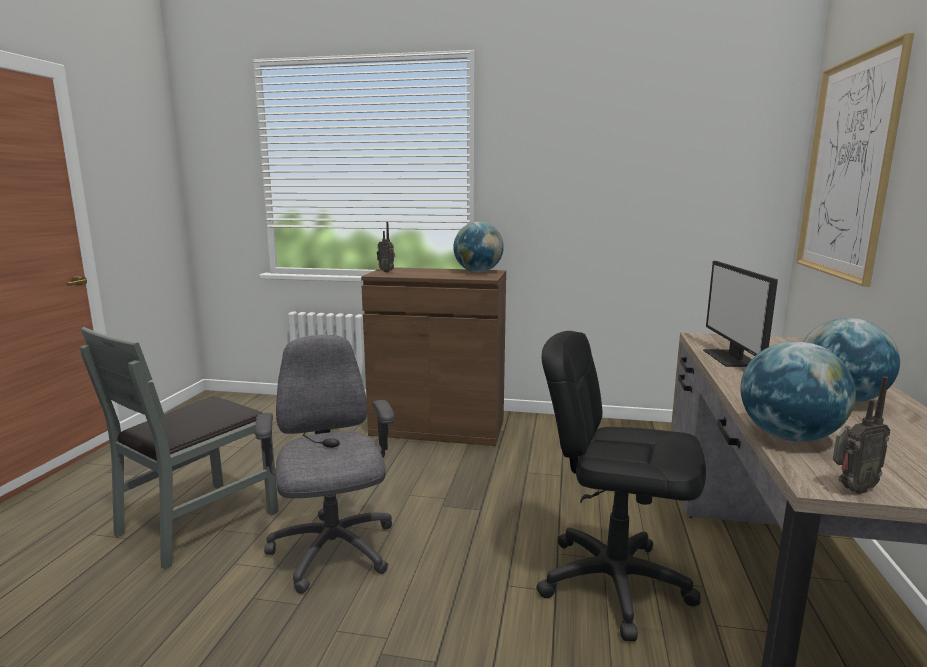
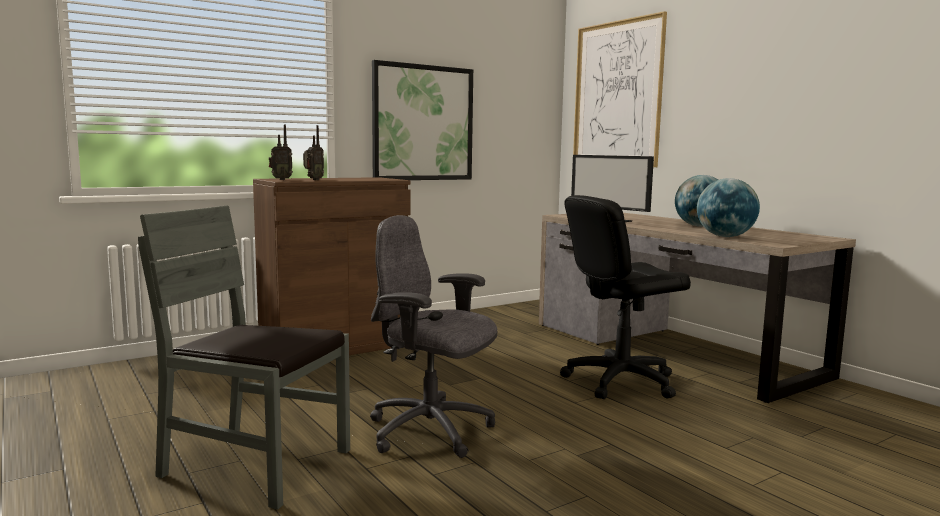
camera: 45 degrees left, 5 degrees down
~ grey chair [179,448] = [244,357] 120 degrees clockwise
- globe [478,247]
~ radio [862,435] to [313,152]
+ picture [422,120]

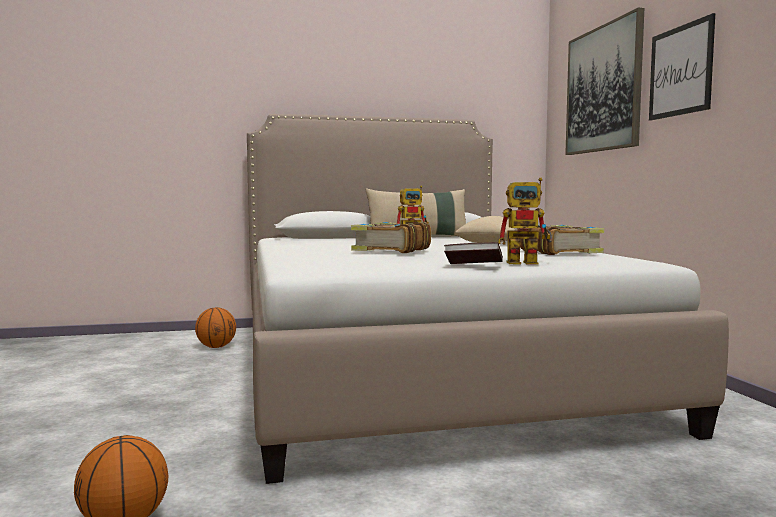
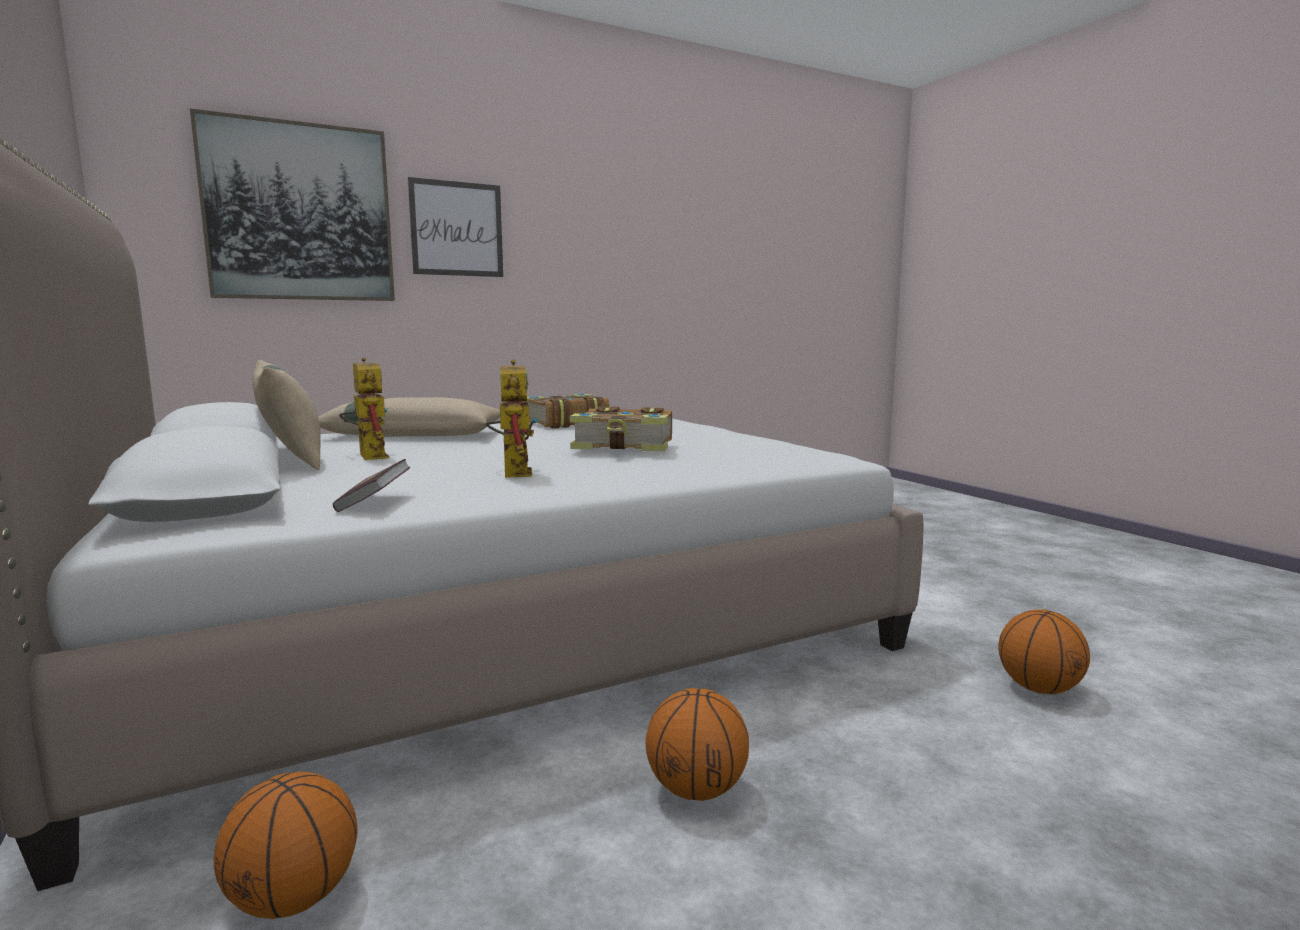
camera: 105 degrees left, 5 degrees up
~ book [473,253] to [371,485]
~ toy robot [525,221] to [512,419]
+ basketball [697,744]

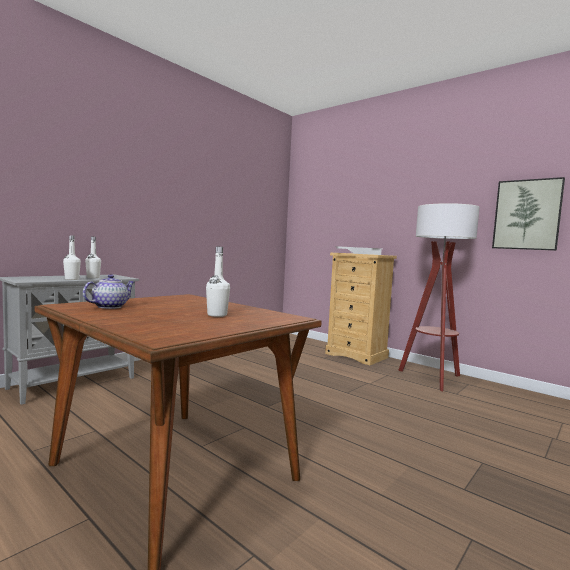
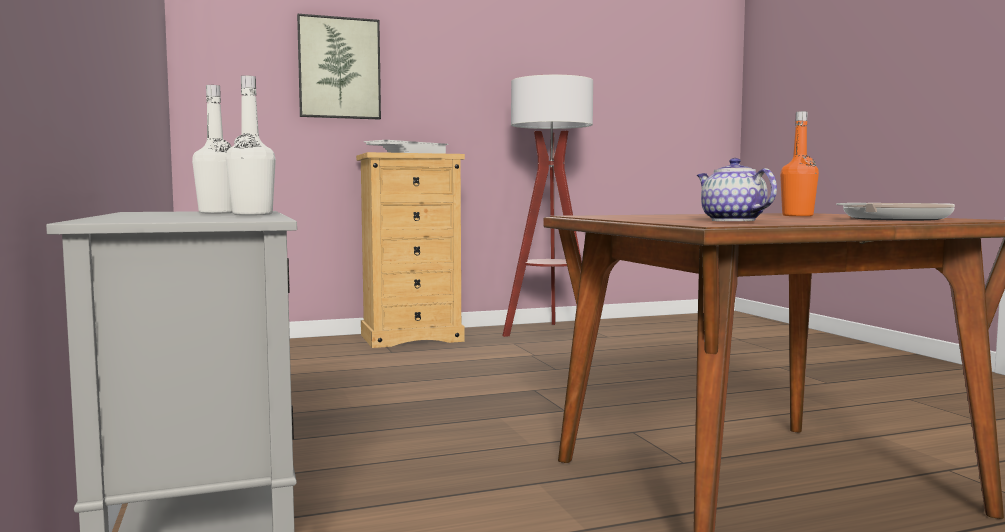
camera: 60 degrees left, 0 degrees up
~ white bottle [218,281] to orange bottle [799,163]
~ picture [528,214] to [339,67]
+ frying pan [895,212]

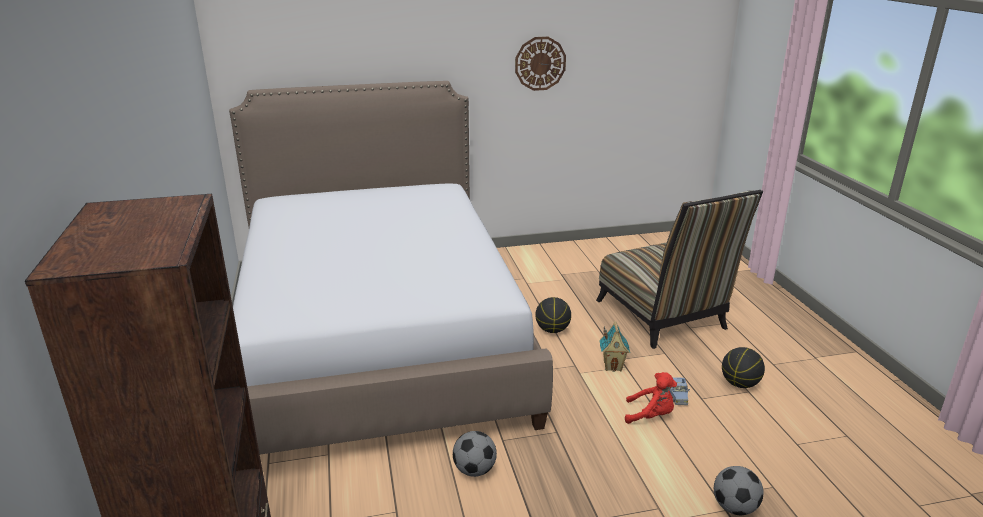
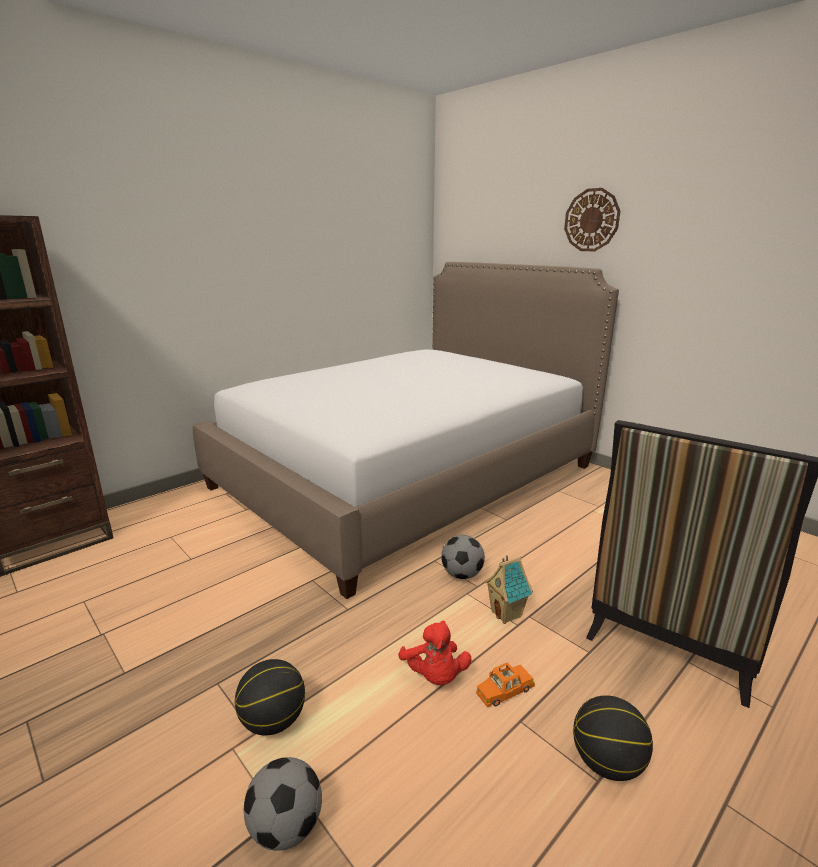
camera: 60 degrees right, 5 degrees down
~ football [475,454] to [463,557]
~ wall clock [540,64] to [592,219]
~ basketball [553,315] to [270,697]
~ blue toy car [679,391] to orange toy car [505,684]

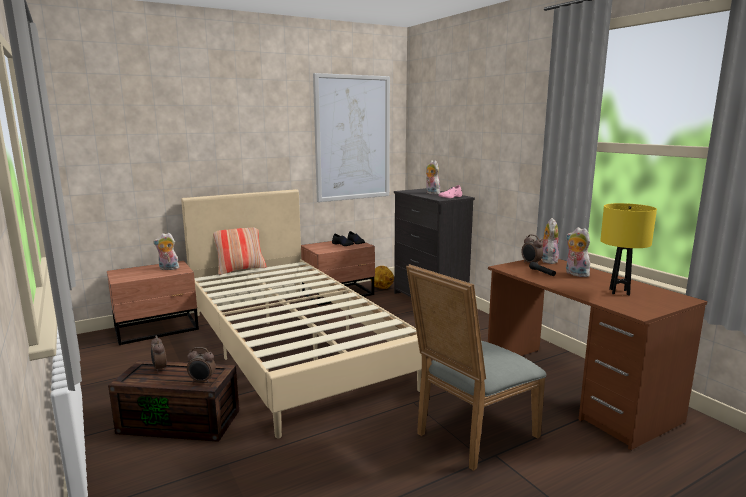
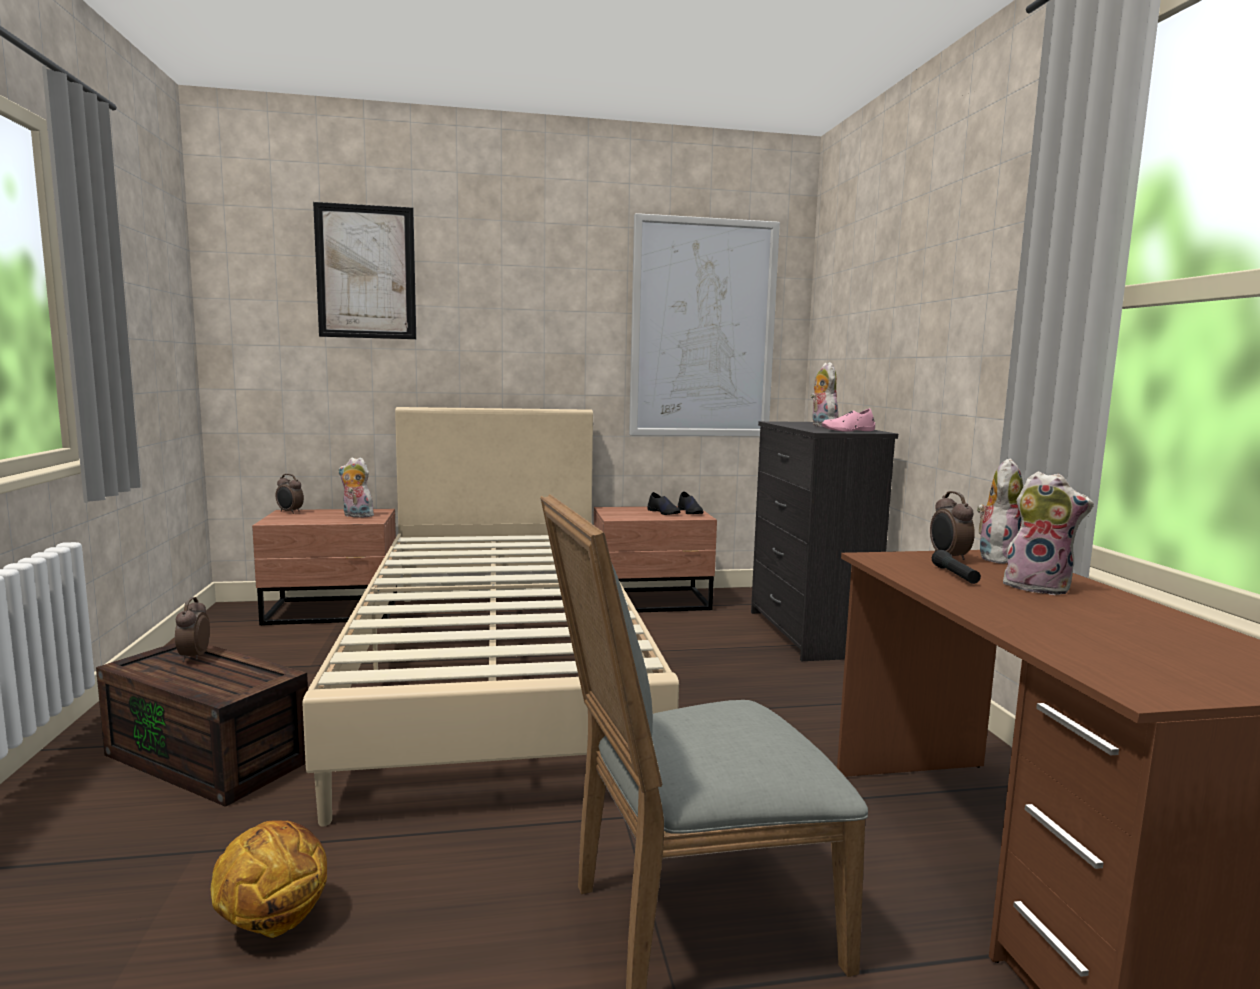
camera: 20 degrees right, 5 degrees down
~ alarm clock [201,365] to [290,494]
- pillow [239,251]
~ basketball [382,277] to [269,879]
~ plush toy [578,252] = [1047,533] 135 degrees clockwise
- yellow table lamp [628,249]
+ picture [364,270]

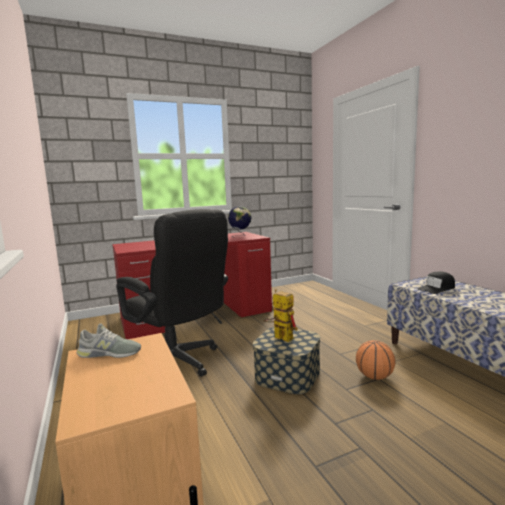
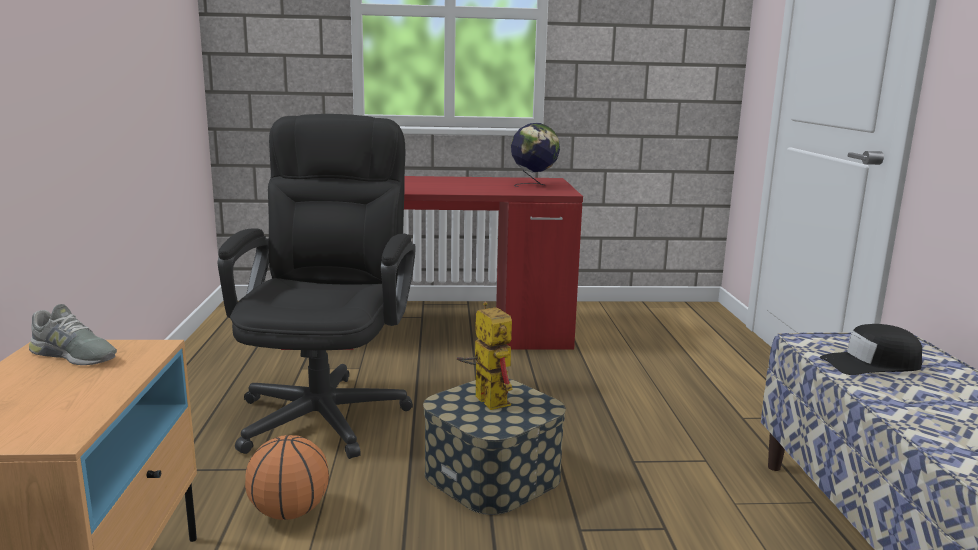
camera: 20 degrees right, 5 degrees up
~ black office chair [172,293] = [317,286] 150 degrees counterclockwise
~ basketball [376,360] to [287,477]

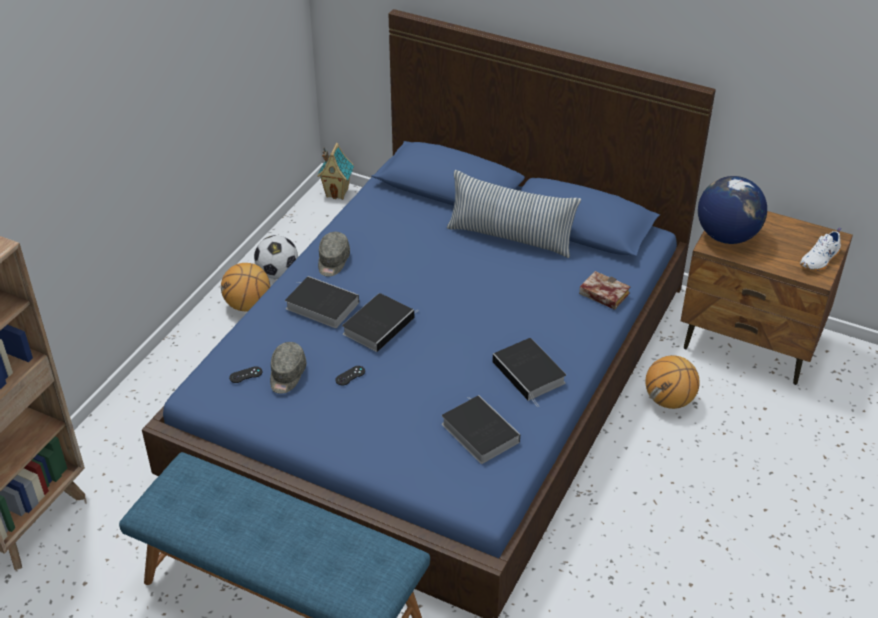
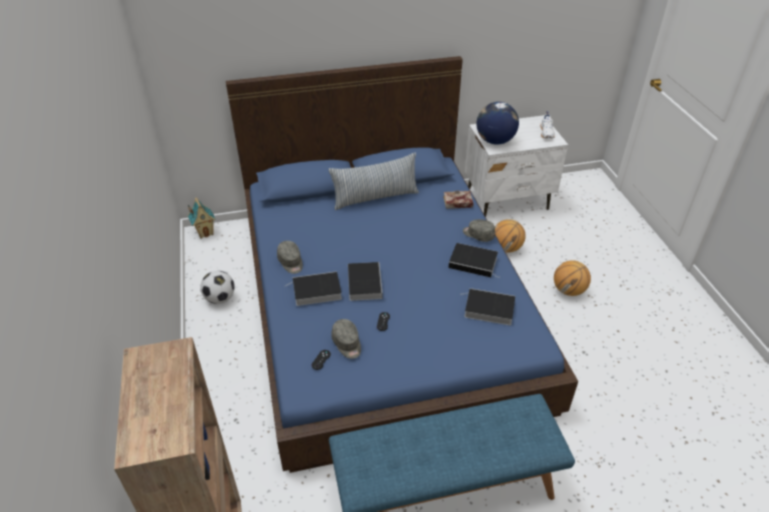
camera: 40 degrees left, 0 degrees up
~ basketball [245,287] to [572,278]
~ brown nightstand [767,298] to white nightstand [516,166]
+ grey cap [479,230]

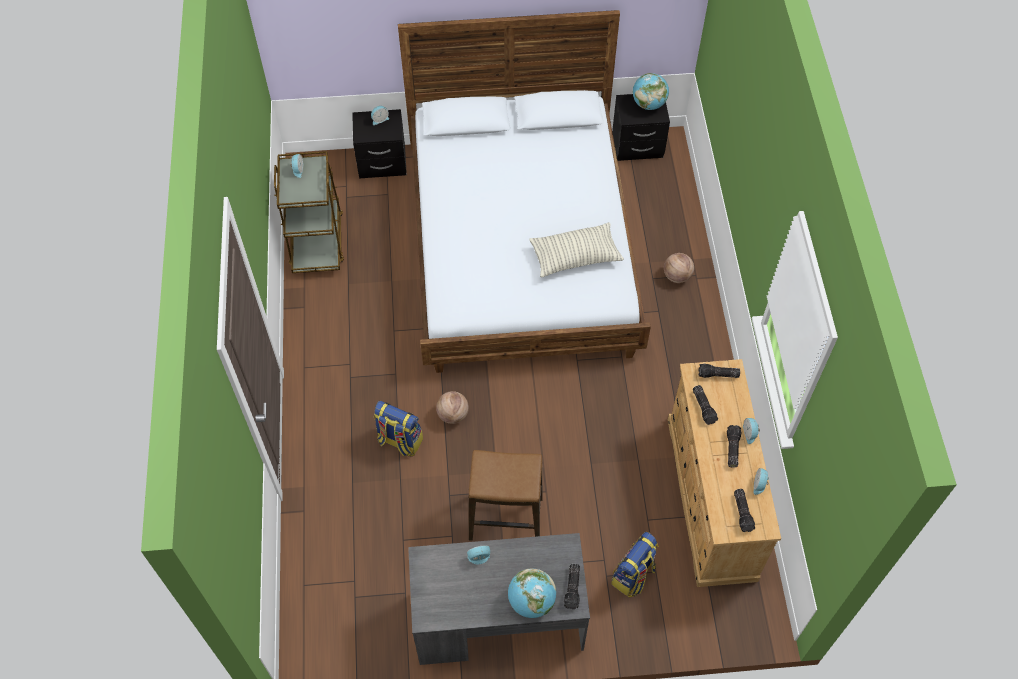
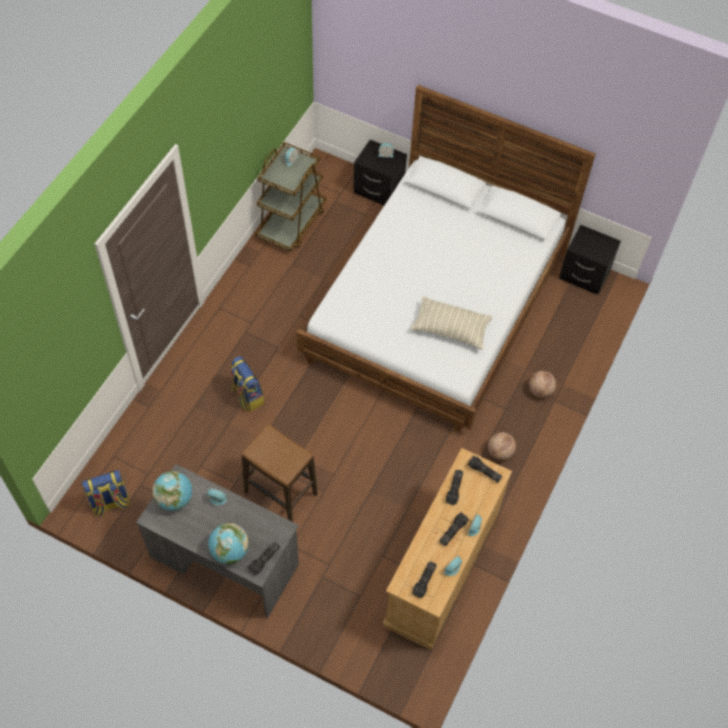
camera: 30 degrees right, 0 degrees up
~ basketball [452,407] to [502,446]
~ backpack [635,565] to [106,493]
~ globe [651,91] to [172,491]

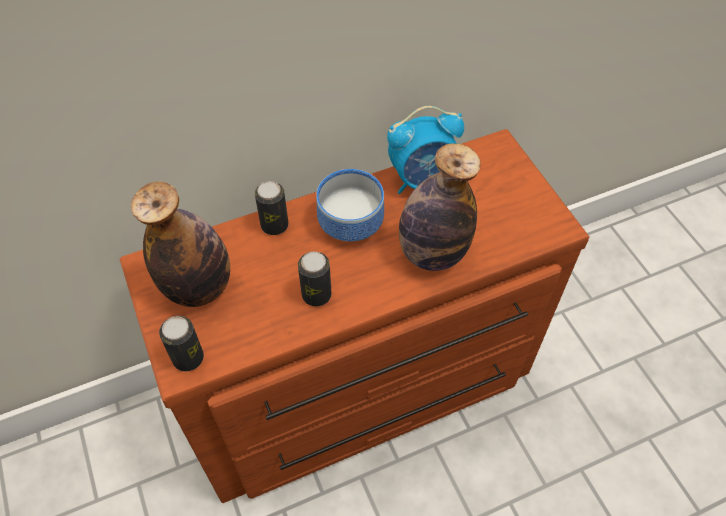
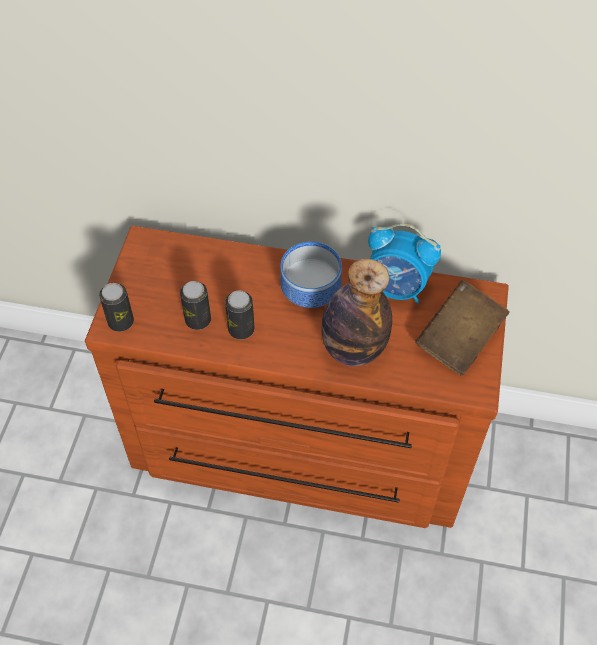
camera: 35 degrees right, 0 degrees up
- bottle [180,244]
~ can [272,208] to [195,305]
+ brown book [462,327]

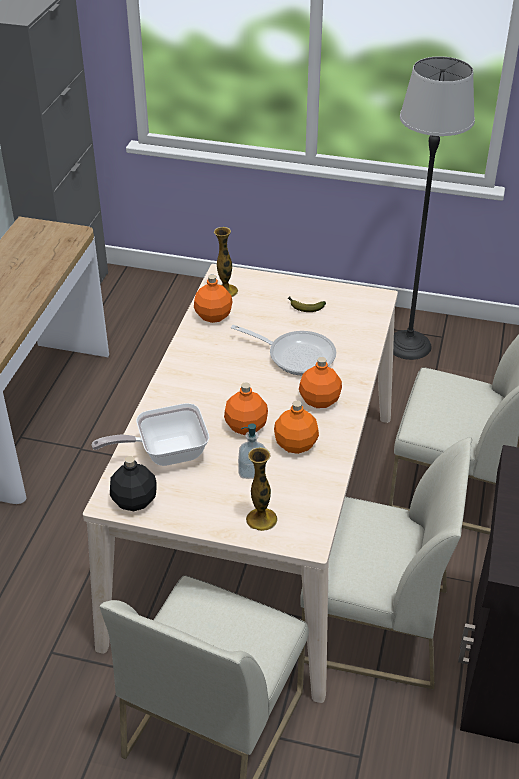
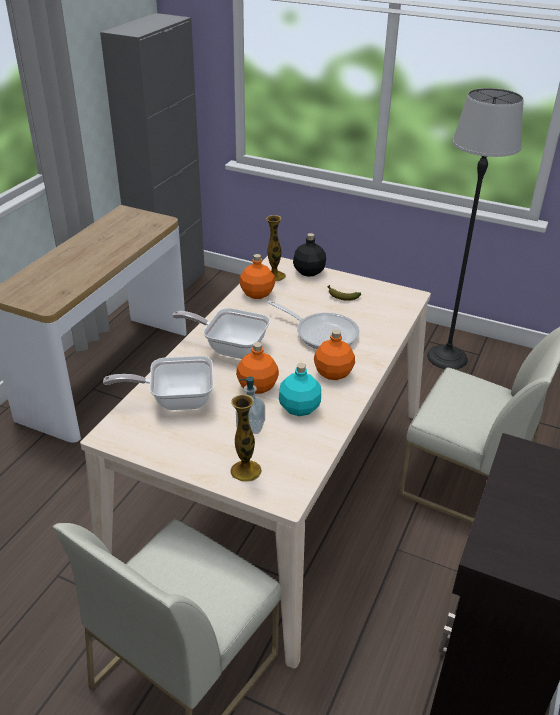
camera: 10 degrees right, 5 degrees down
~ black bottle [133,483] to [309,255]
~ orange bottle [296,427] to turquoise bottle [300,389]
- white chair [386,563]
+ frying pan [221,333]

